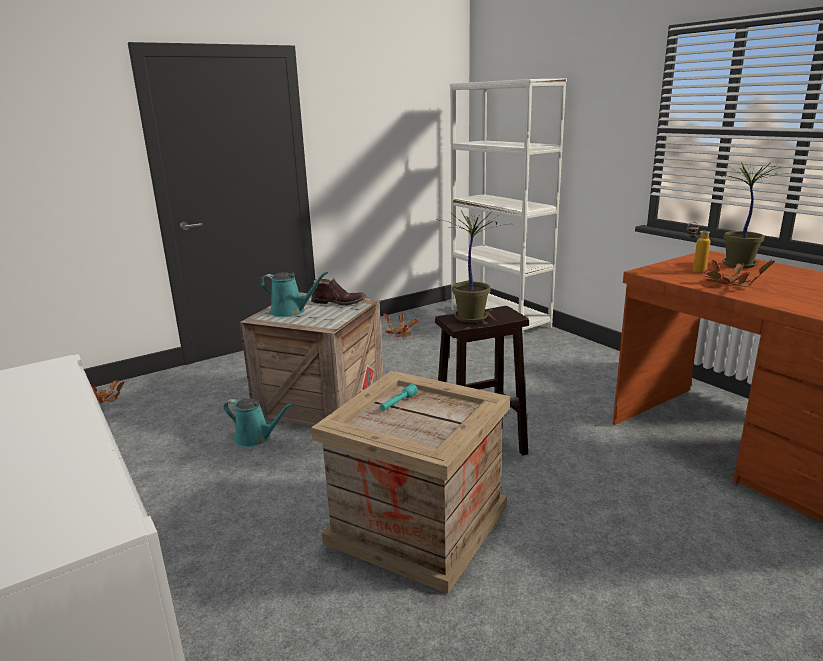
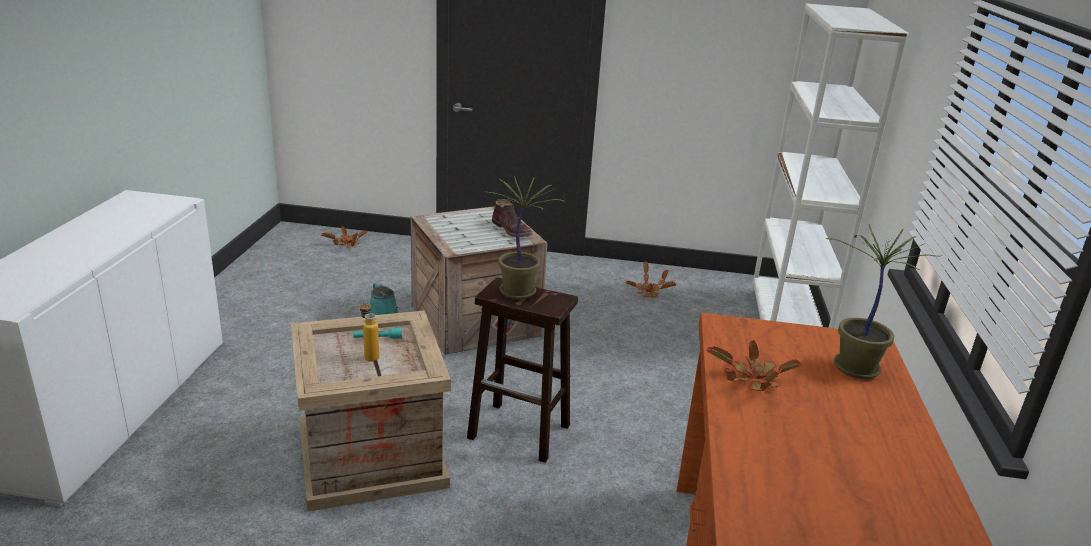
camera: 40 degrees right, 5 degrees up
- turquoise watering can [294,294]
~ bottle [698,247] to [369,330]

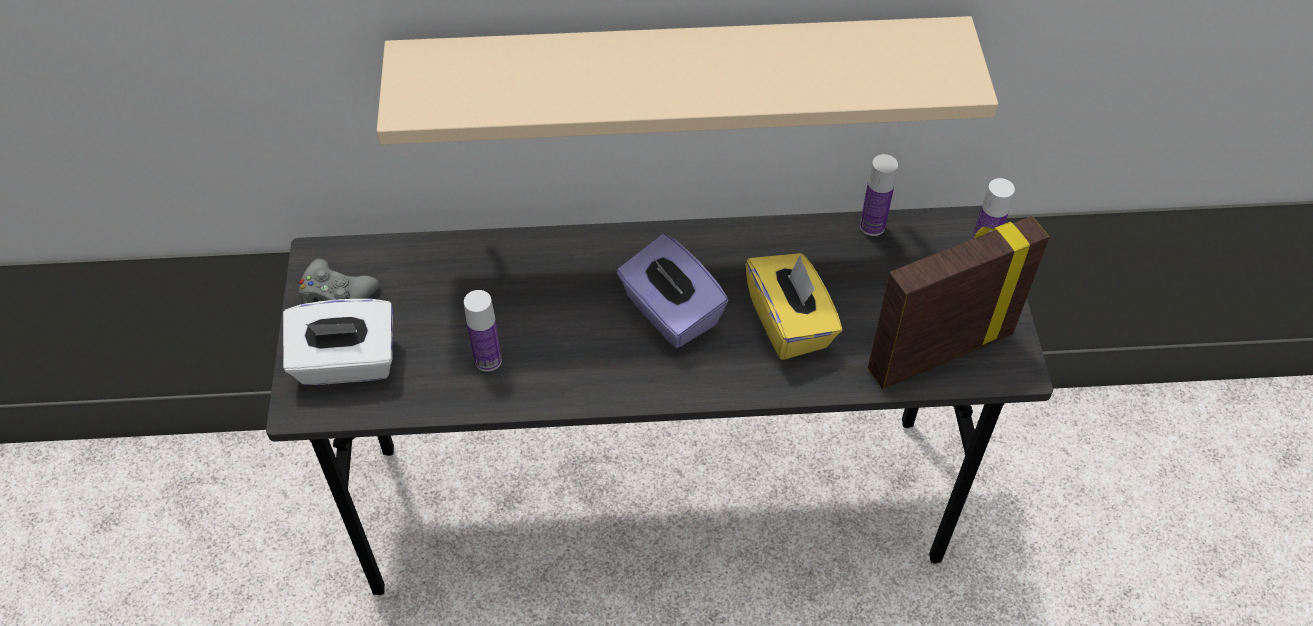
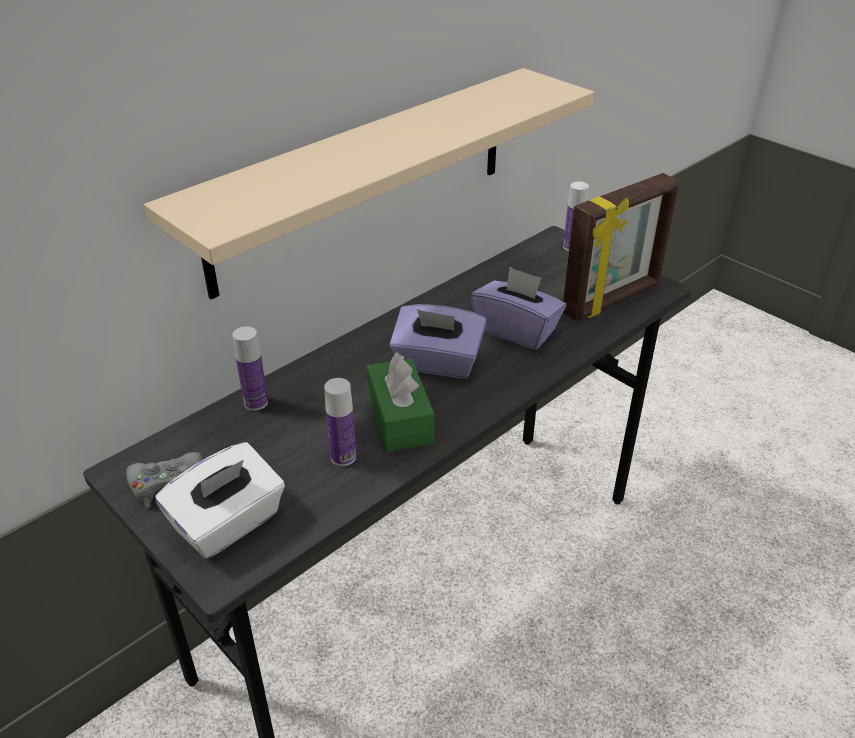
camera: 40 degrees left, 15 degrees down
~ yellow tissue box [793,306] to purple tissue box [518,308]
~ bottle [879,195] to [250,368]
~ picture frame [958,302] = [621,247] 150 degrees counterclockwise
+ green tissue box [400,402]

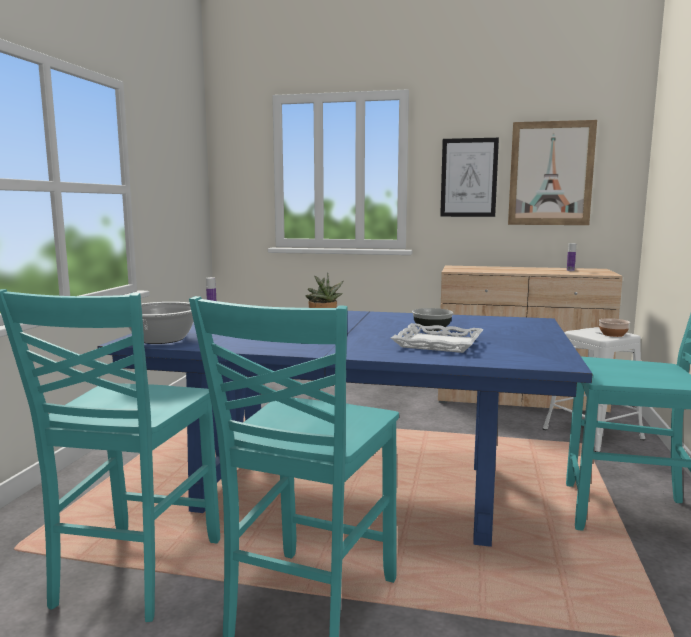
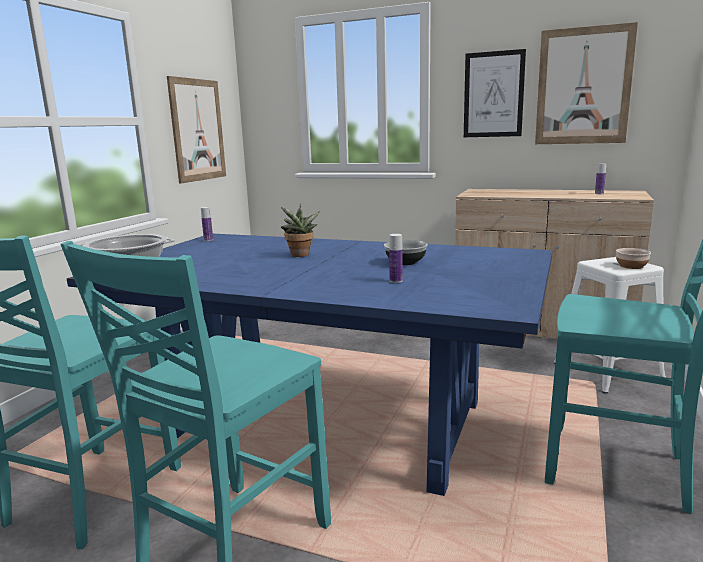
camera: 10 degrees right, 5 degrees up
~ white tray [437,338] to bottle [396,258]
+ picture [196,130]

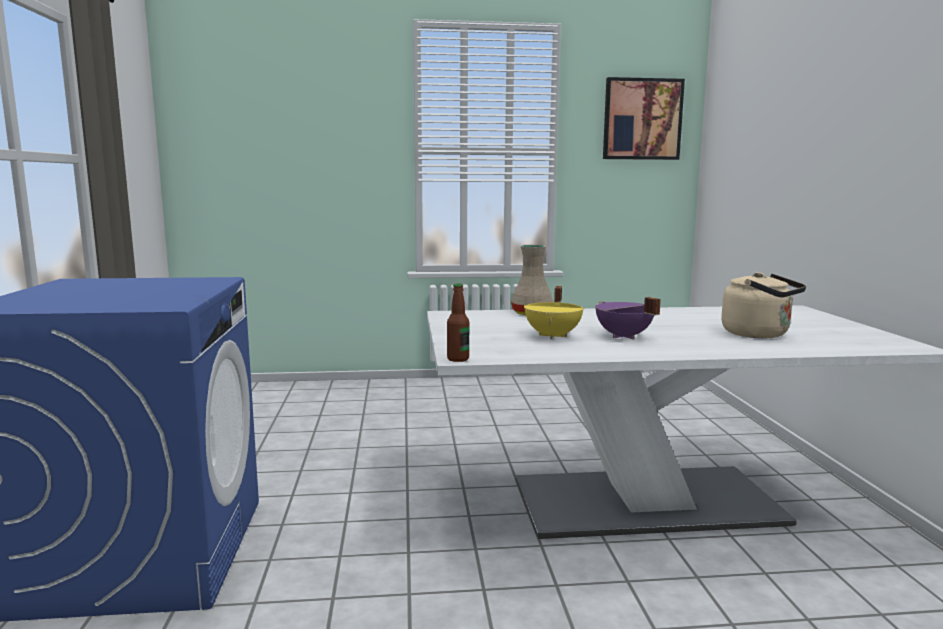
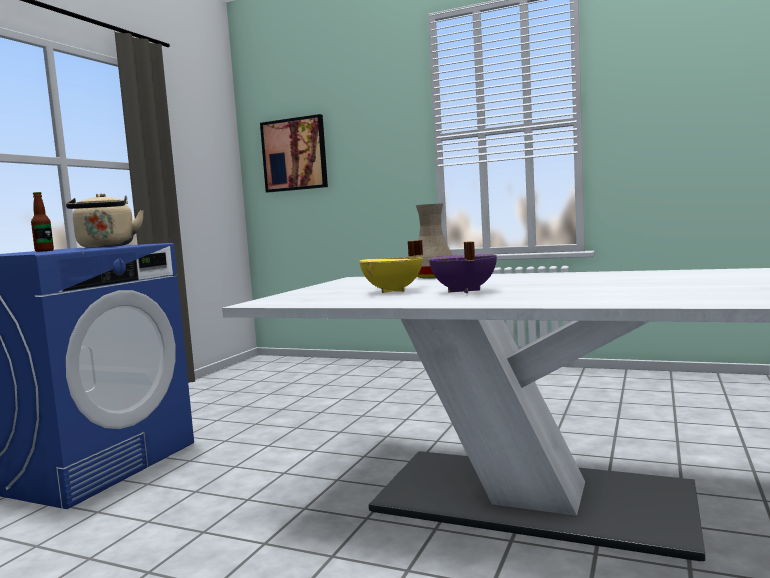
camera: 30 degrees right, 5 degrees down
~ bottle [458,323] to [42,222]
~ picture [644,118] to [294,153]
~ beige kettle [763,305] to [105,220]

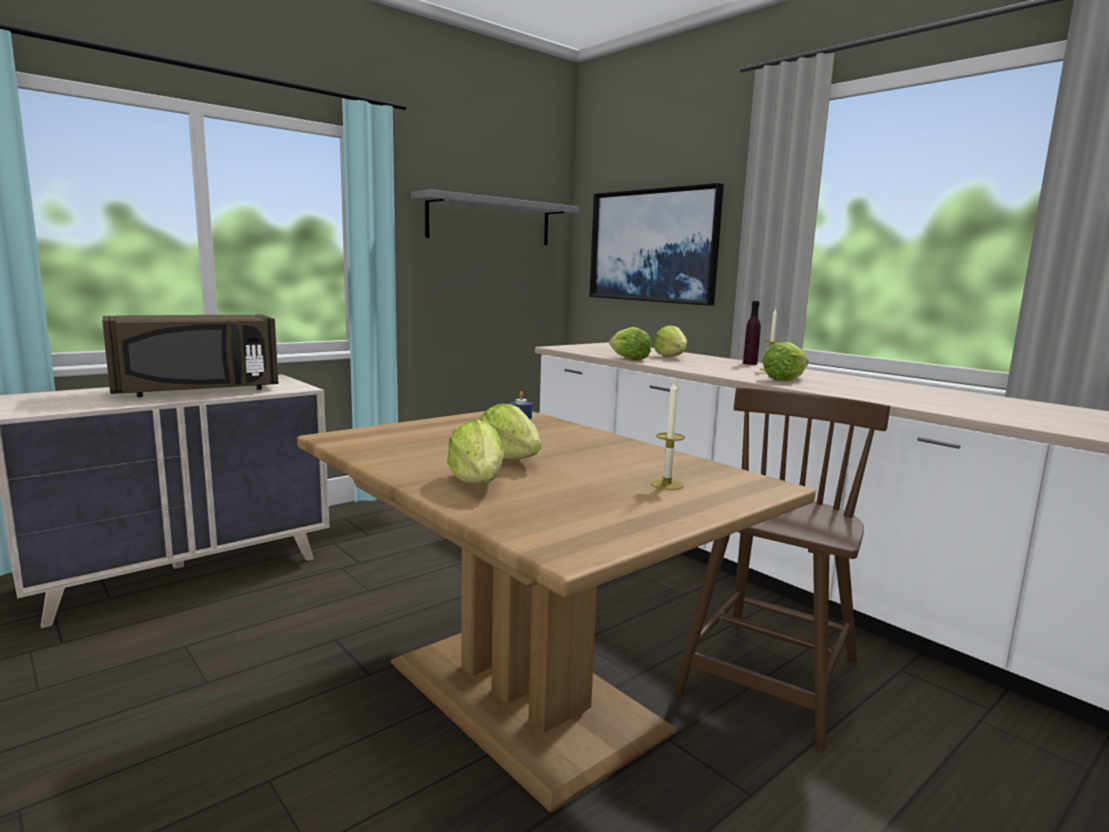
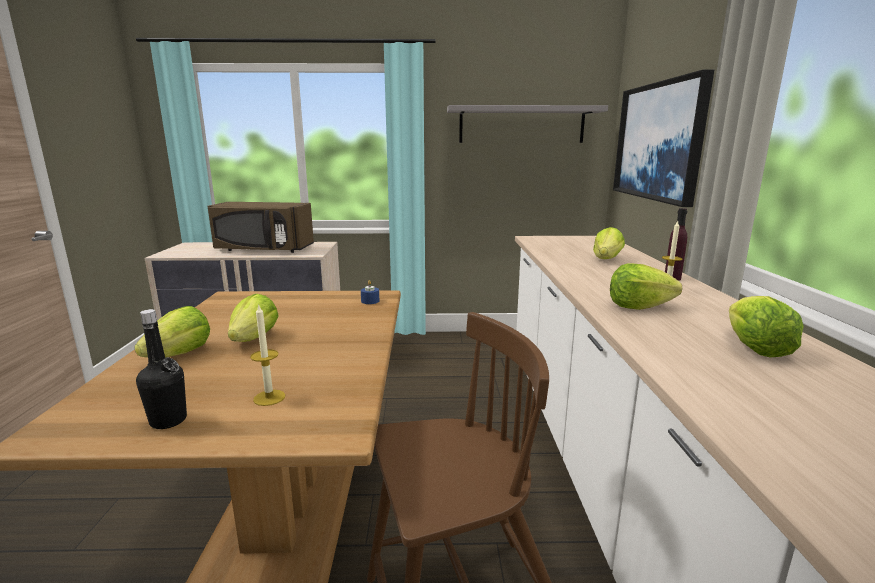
camera: 40 degrees right, 5 degrees up
~ lettuce [630,344] to [766,327]
+ black bottle [161,369]

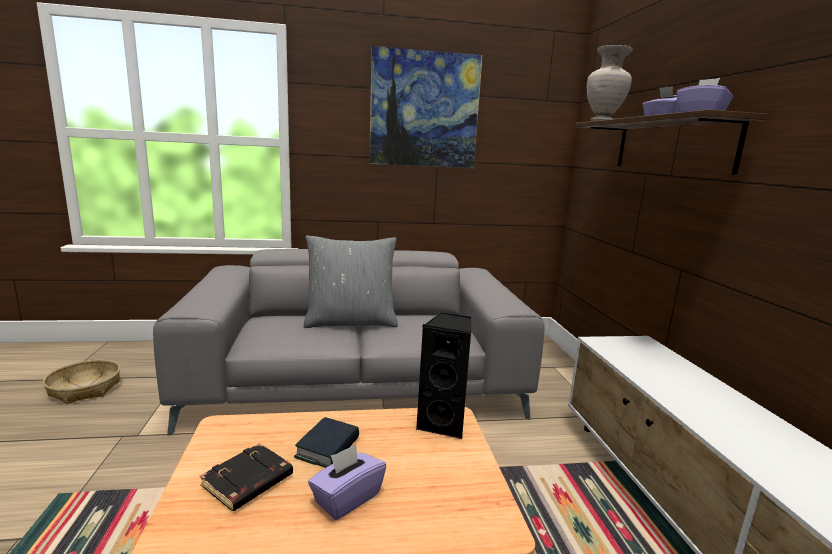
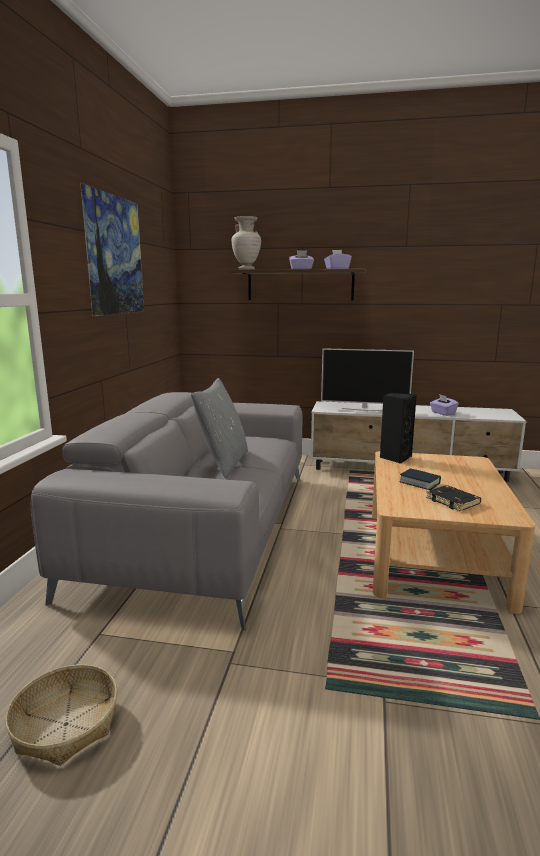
camera: 70 degrees left, 0 degrees up
~ purple tissue box [347,482] to [444,405]
+ television [367,379]

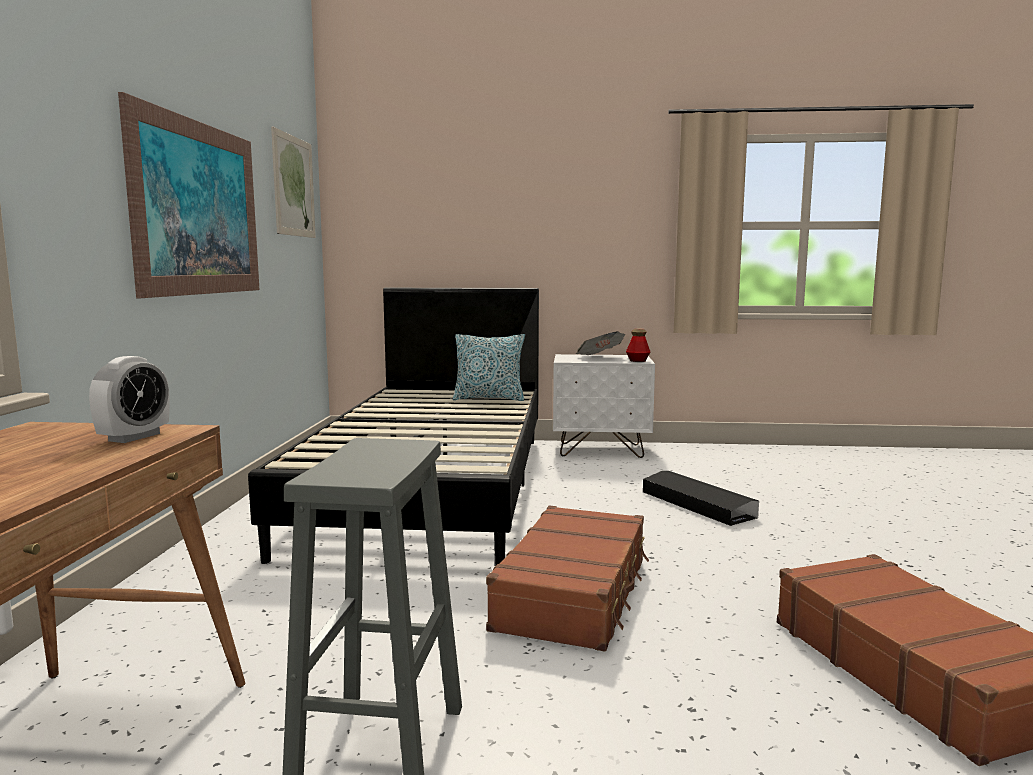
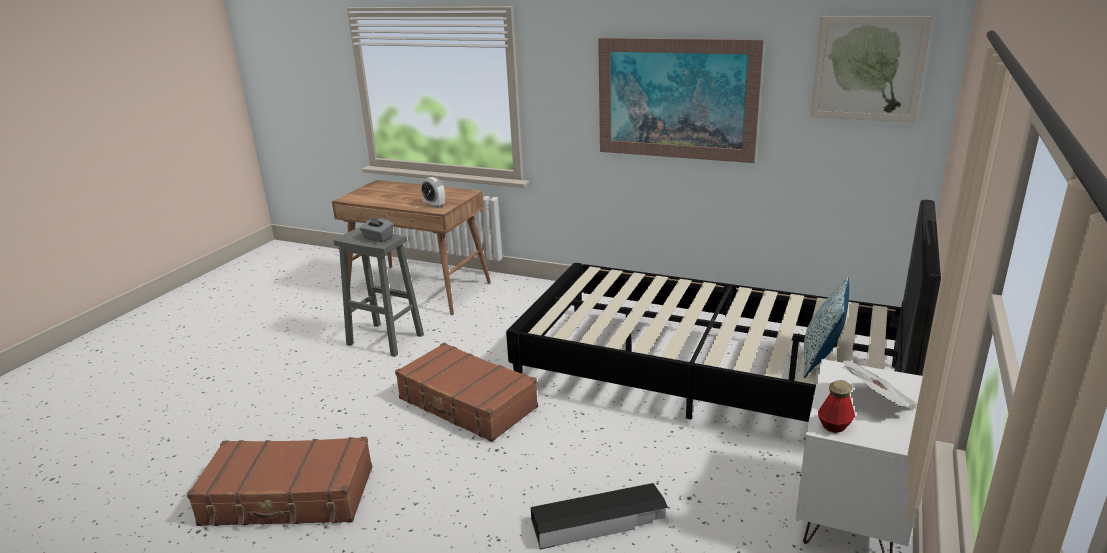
camera: 110 degrees right, 15 degrees up
+ grey tissue box [376,229]

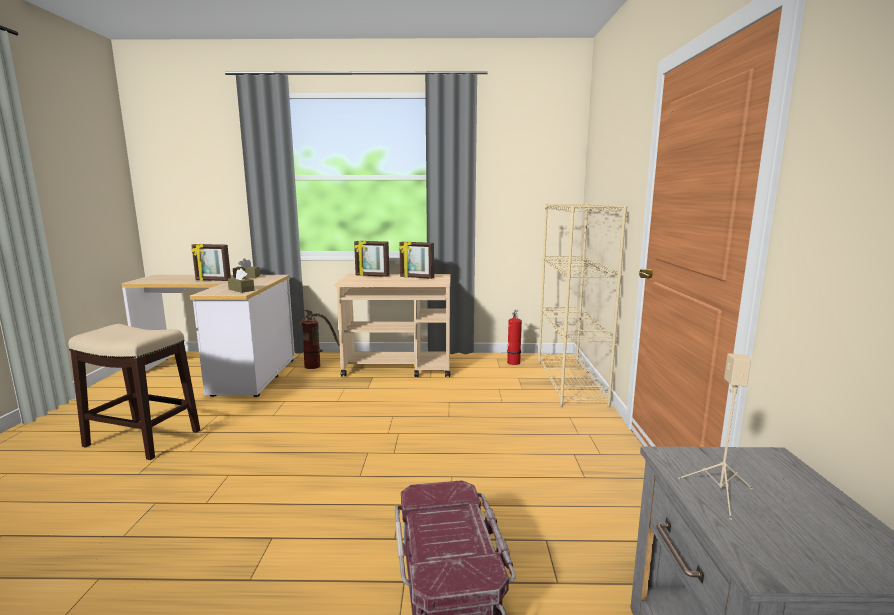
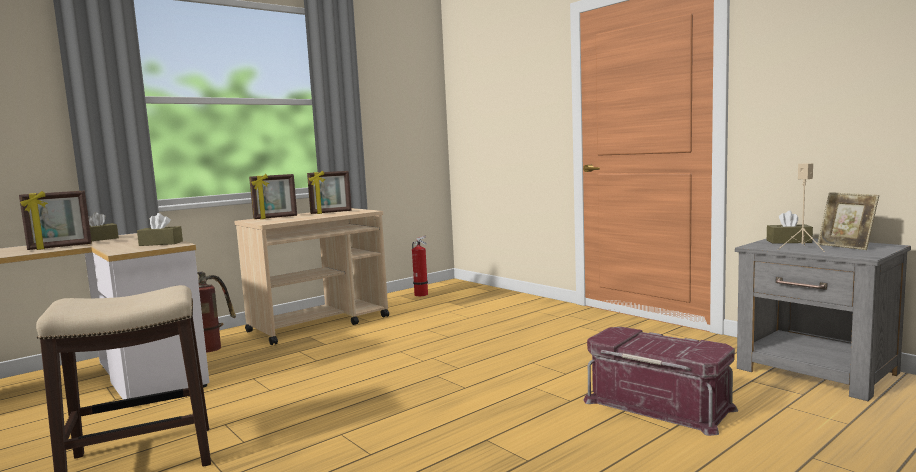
camera: 40 degrees left, 5 degrees down
- beige bookcase [582,305]
+ brown tissue box [790,227]
+ picture frame [848,221]

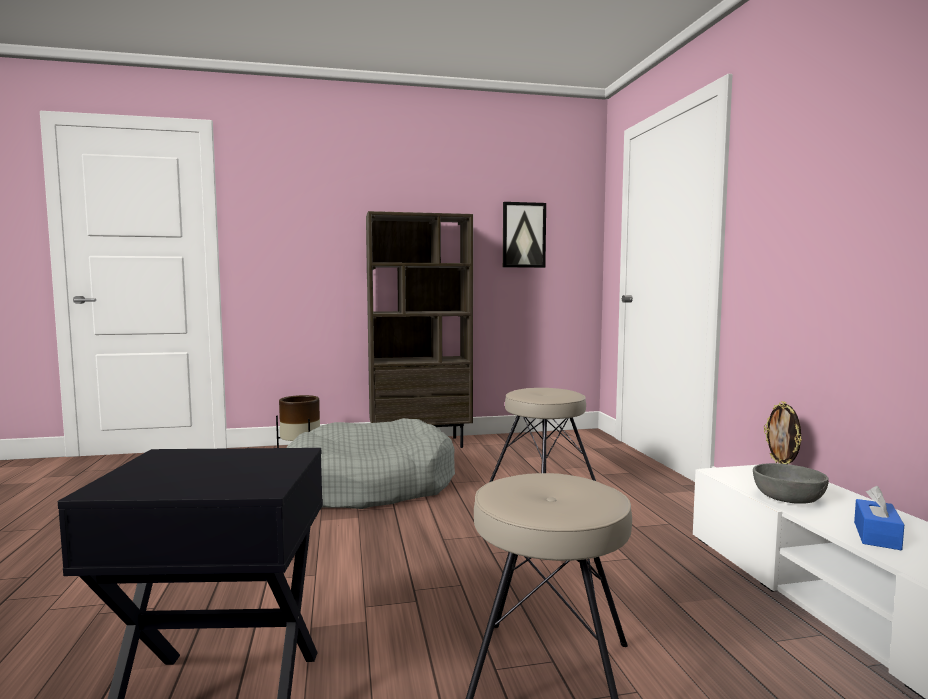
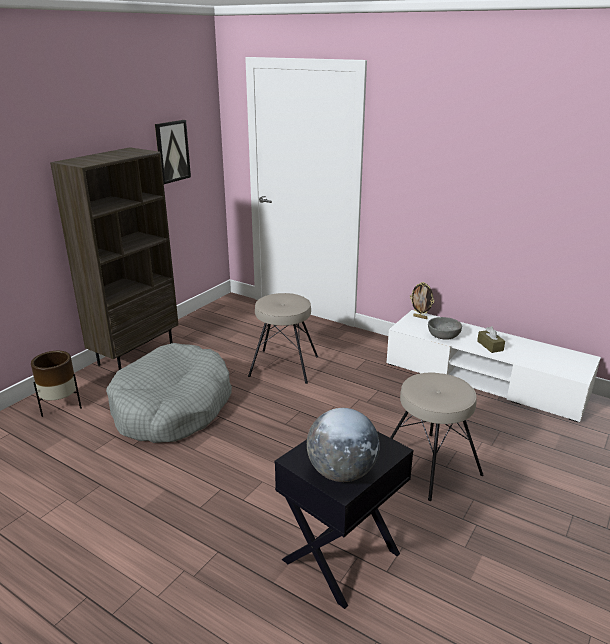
camera: 45 degrees left, 20 degrees up
~ blue tissue box [879,518] to brown tissue box [491,339]
+ globe [343,445]

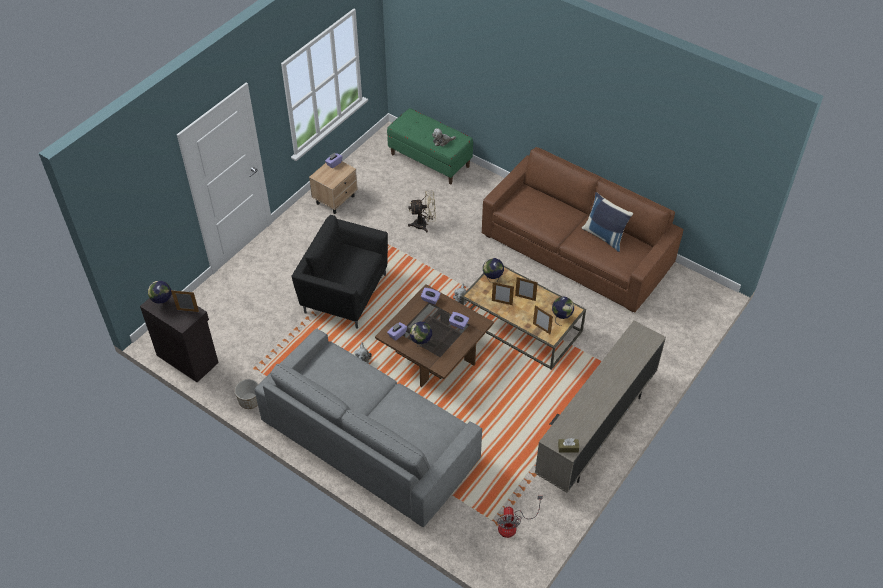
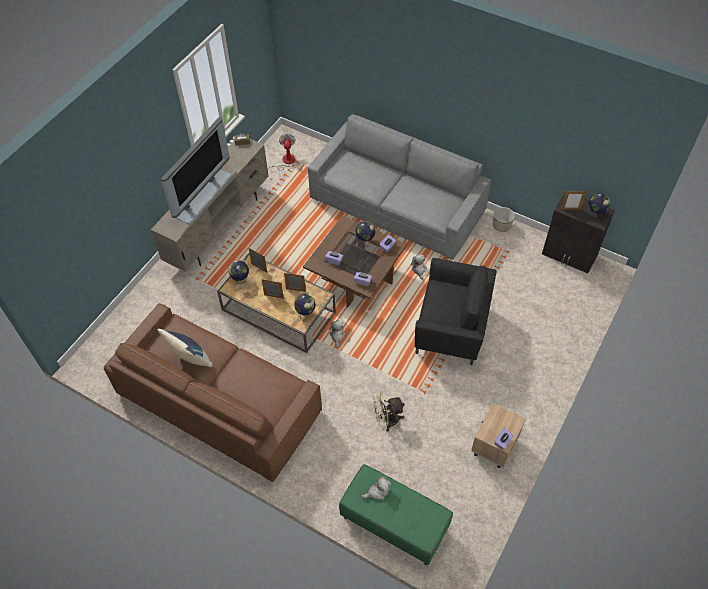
camera: 175 degrees right, 5 degrees up
+ television [197,170]

